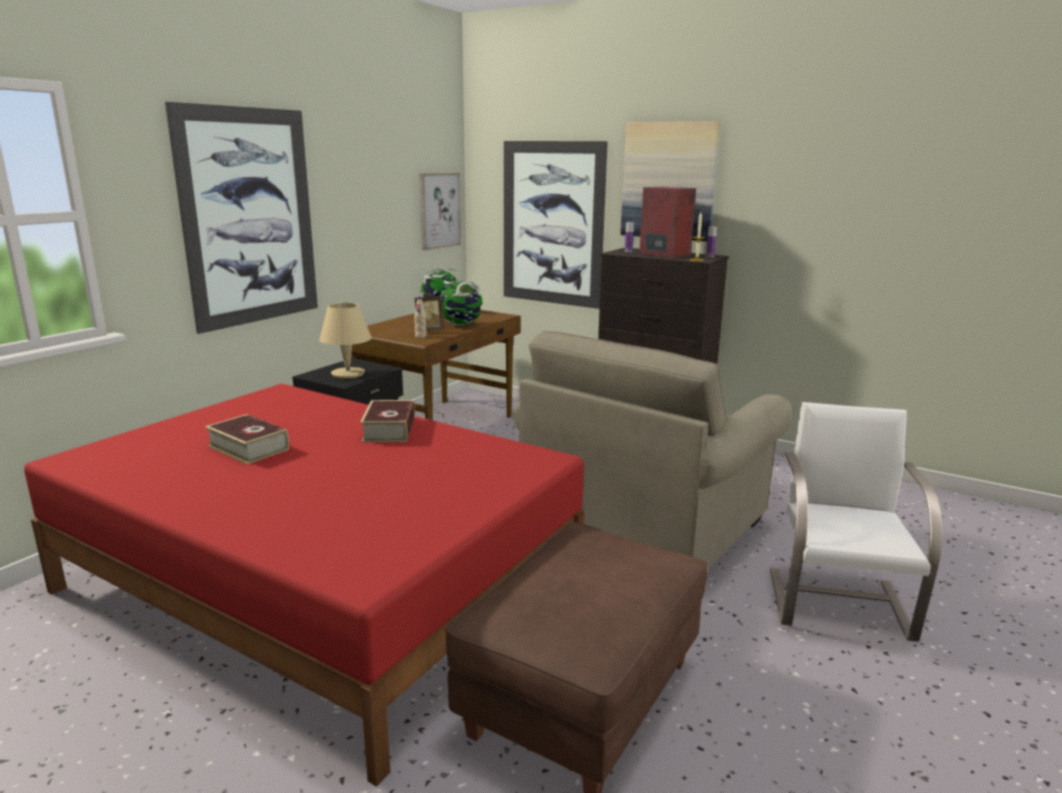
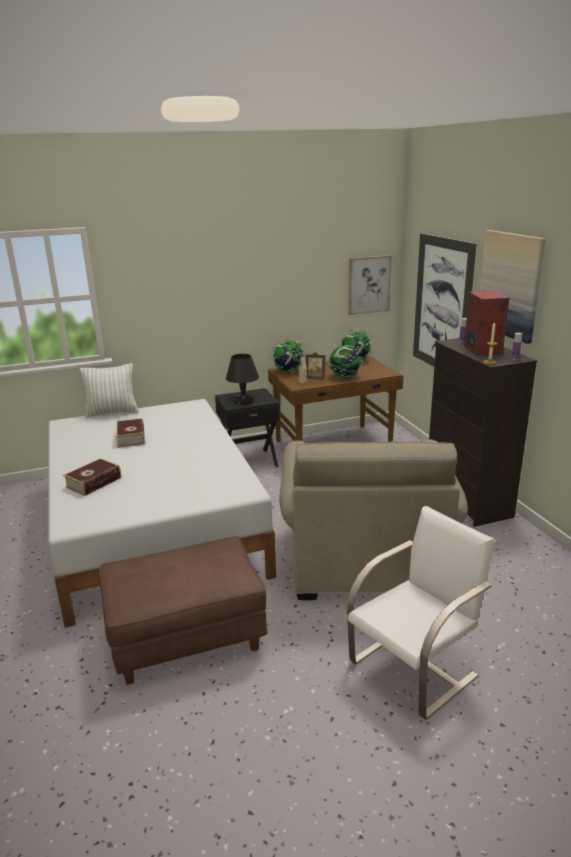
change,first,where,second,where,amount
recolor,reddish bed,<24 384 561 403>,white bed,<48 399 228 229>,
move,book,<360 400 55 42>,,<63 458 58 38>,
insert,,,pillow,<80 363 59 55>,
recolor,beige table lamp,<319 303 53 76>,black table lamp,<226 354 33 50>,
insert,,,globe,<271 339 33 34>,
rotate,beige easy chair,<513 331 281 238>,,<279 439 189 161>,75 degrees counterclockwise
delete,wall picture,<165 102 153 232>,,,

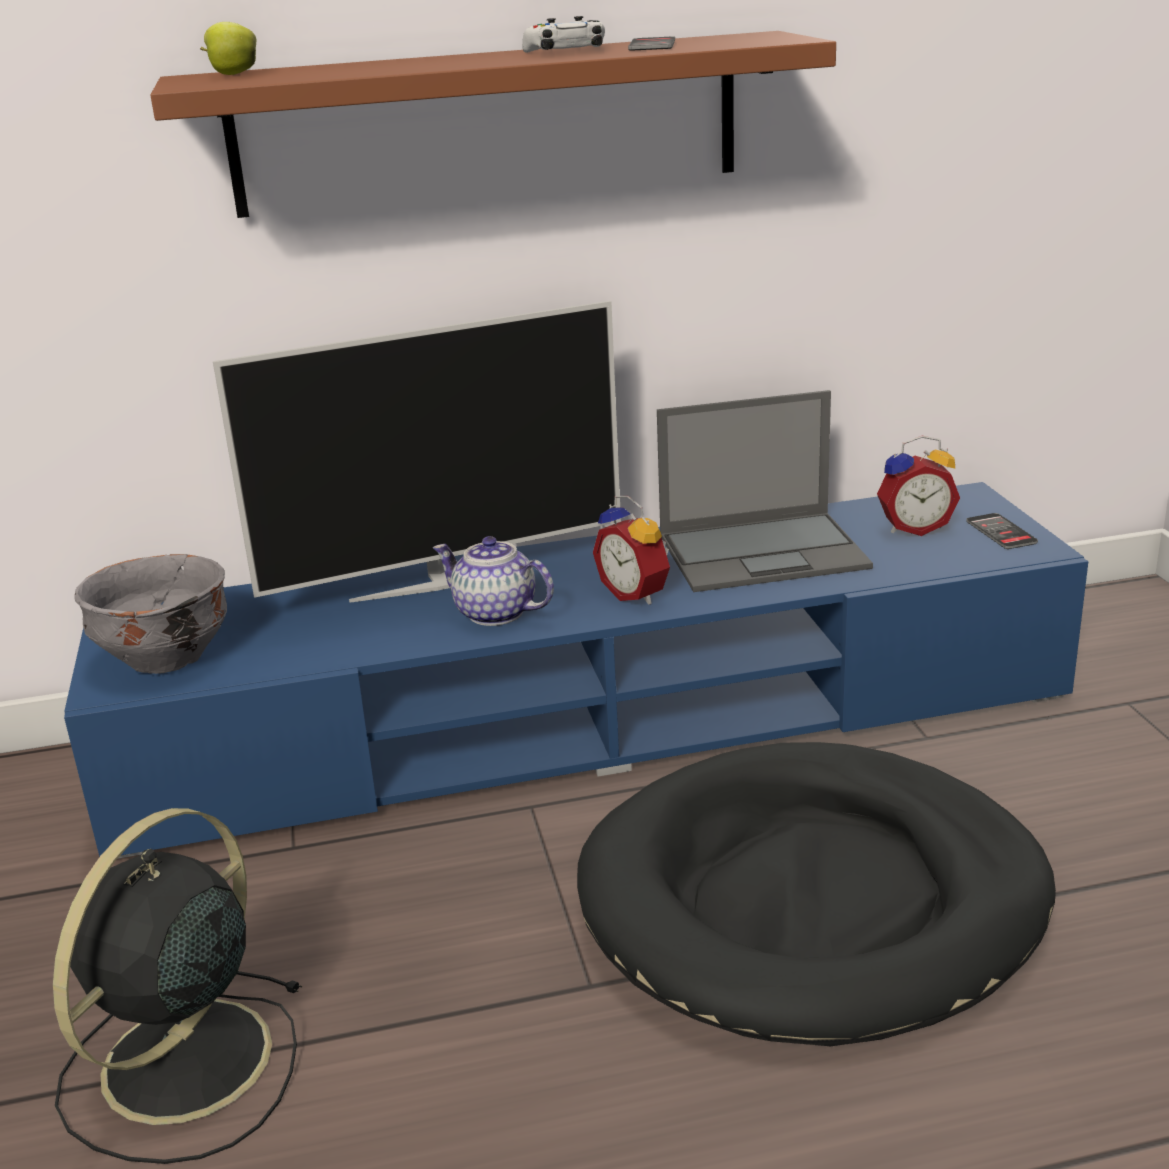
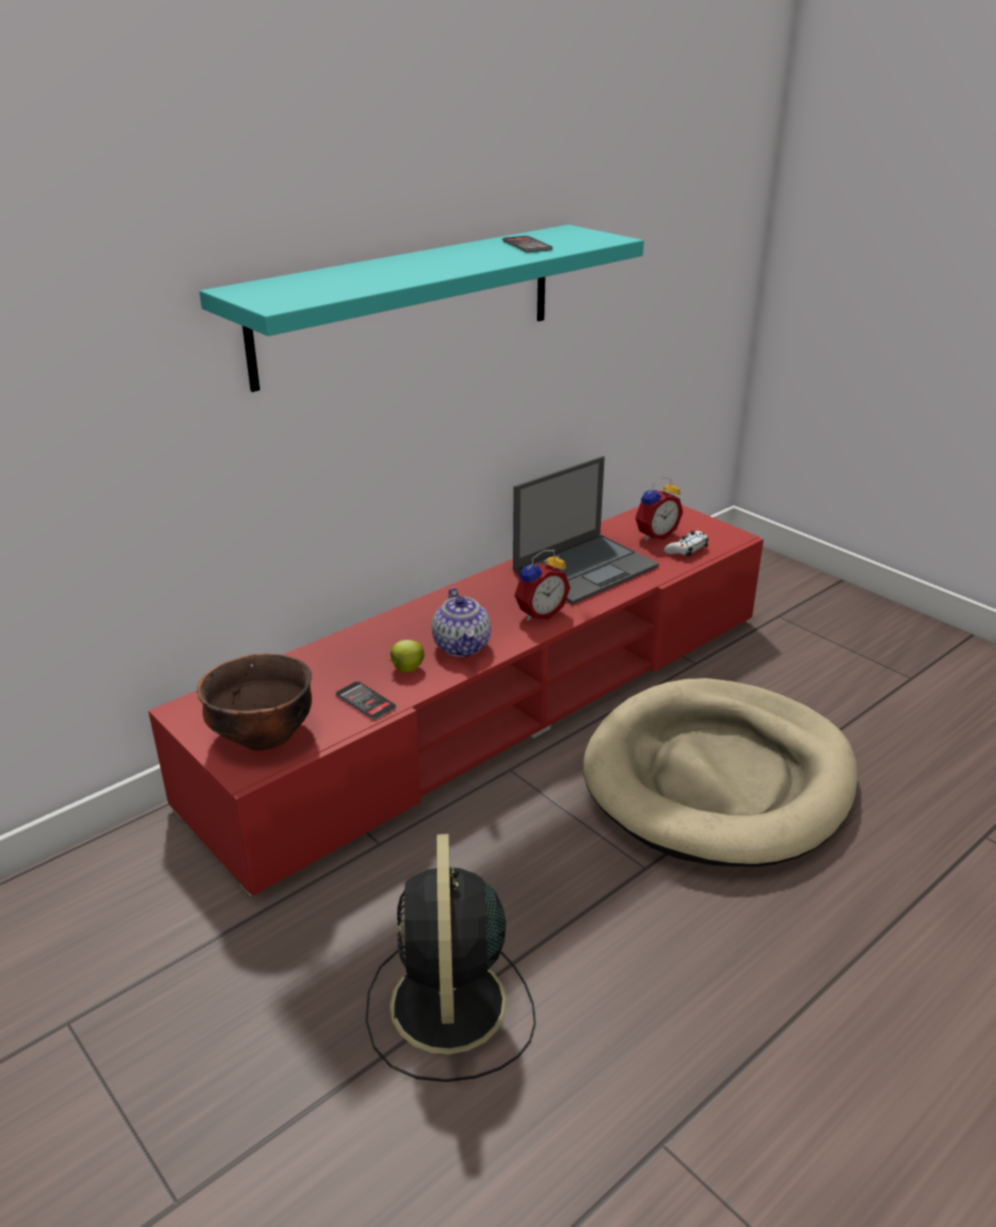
change,first,where,second,where,amount
recolor,blue tv stand,<64 482 1024 376>,reddish tv stand,<148 505 616 391>,
recolor,gray deep dish,<74 554 153 120>,brown deep dish,<197 654 115 97>,
recolor,brown bracket shelf,<150 31 686 187>,turquoise-coloured bracket shelf,<199 225 445 167>,
move,handset,<966 513 72 36>,,<336 681 60 39>,
move,whole apple,<200 22 56 53>,,<389 640 35 32>,
rotate,tea pot,<433 536 121 90>,,<432 588 59 69>,105 degrees counterclockwise
rotate,table clock,<593 496 77 109>,,<514 550 56 71>,60 degrees counterclockwise
recolor,black pet bed,<577 742 479 304>,beige pet bed,<583 678 275 189>,
move,white gamepad,<522 16 83 37>,,<664 531 45 26>,
delete,TV,<213 301 408 302>,,,

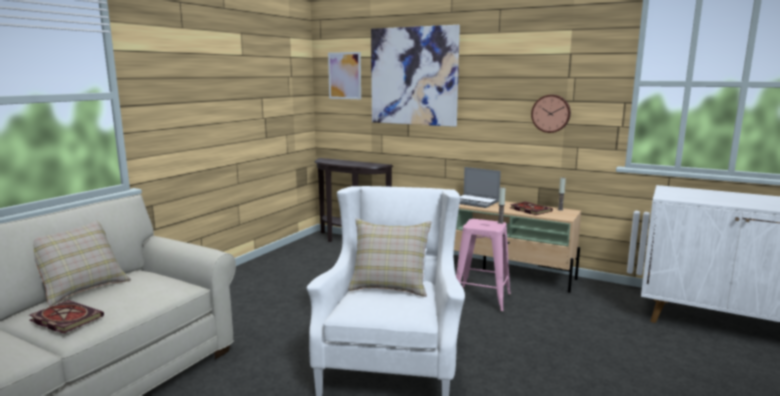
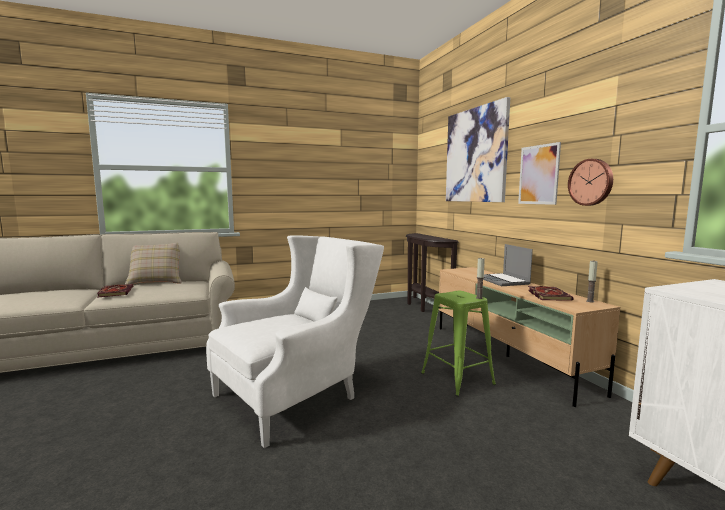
change,first,where,second,where,amount
recolor,pinkish sitting stool,<456 219 55 93>,green-coloured sitting stool,<421 291 75 106>,
move,wall picture,<328 52 33 47>,,<518 142 43 63>,
delete,beige pillow,<348 219 83 78>,,,

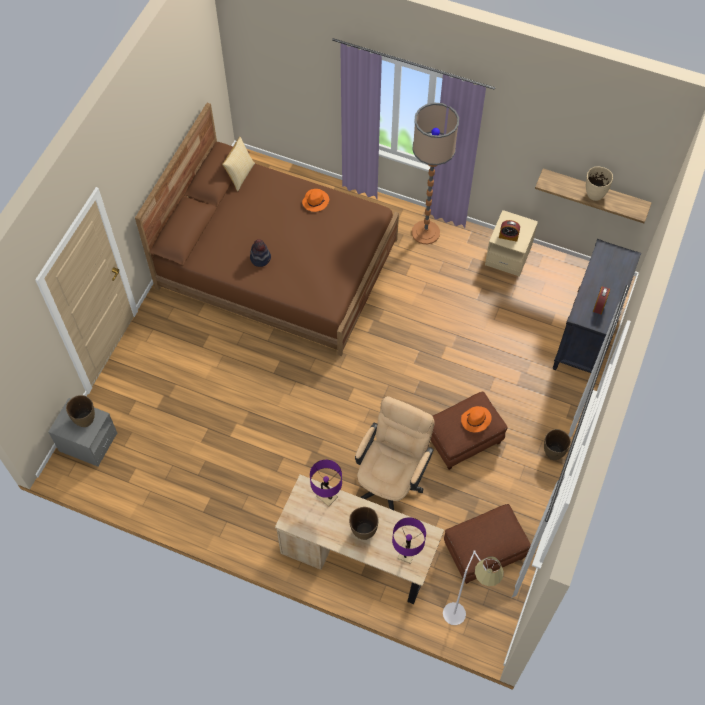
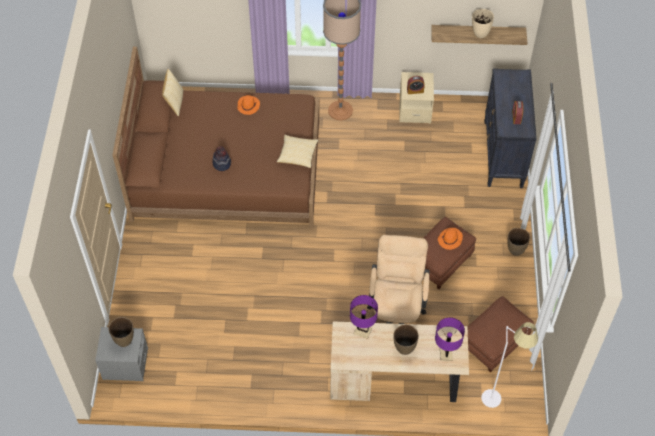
change,first,where,second,where,amount
insert,,,pillow,<277 135 41 33>,

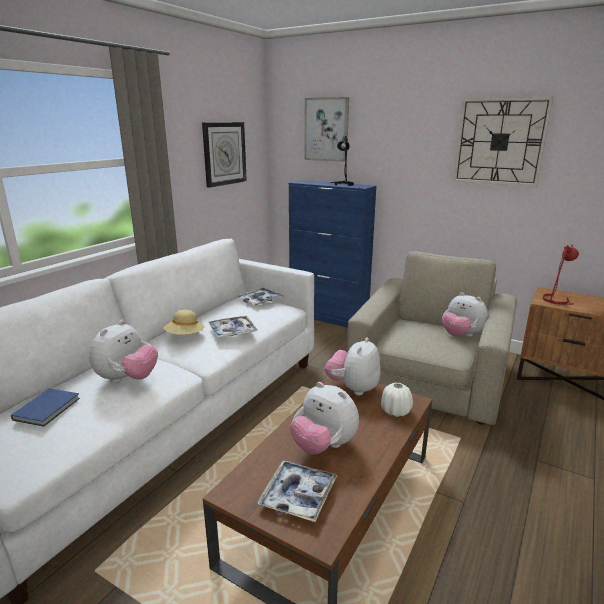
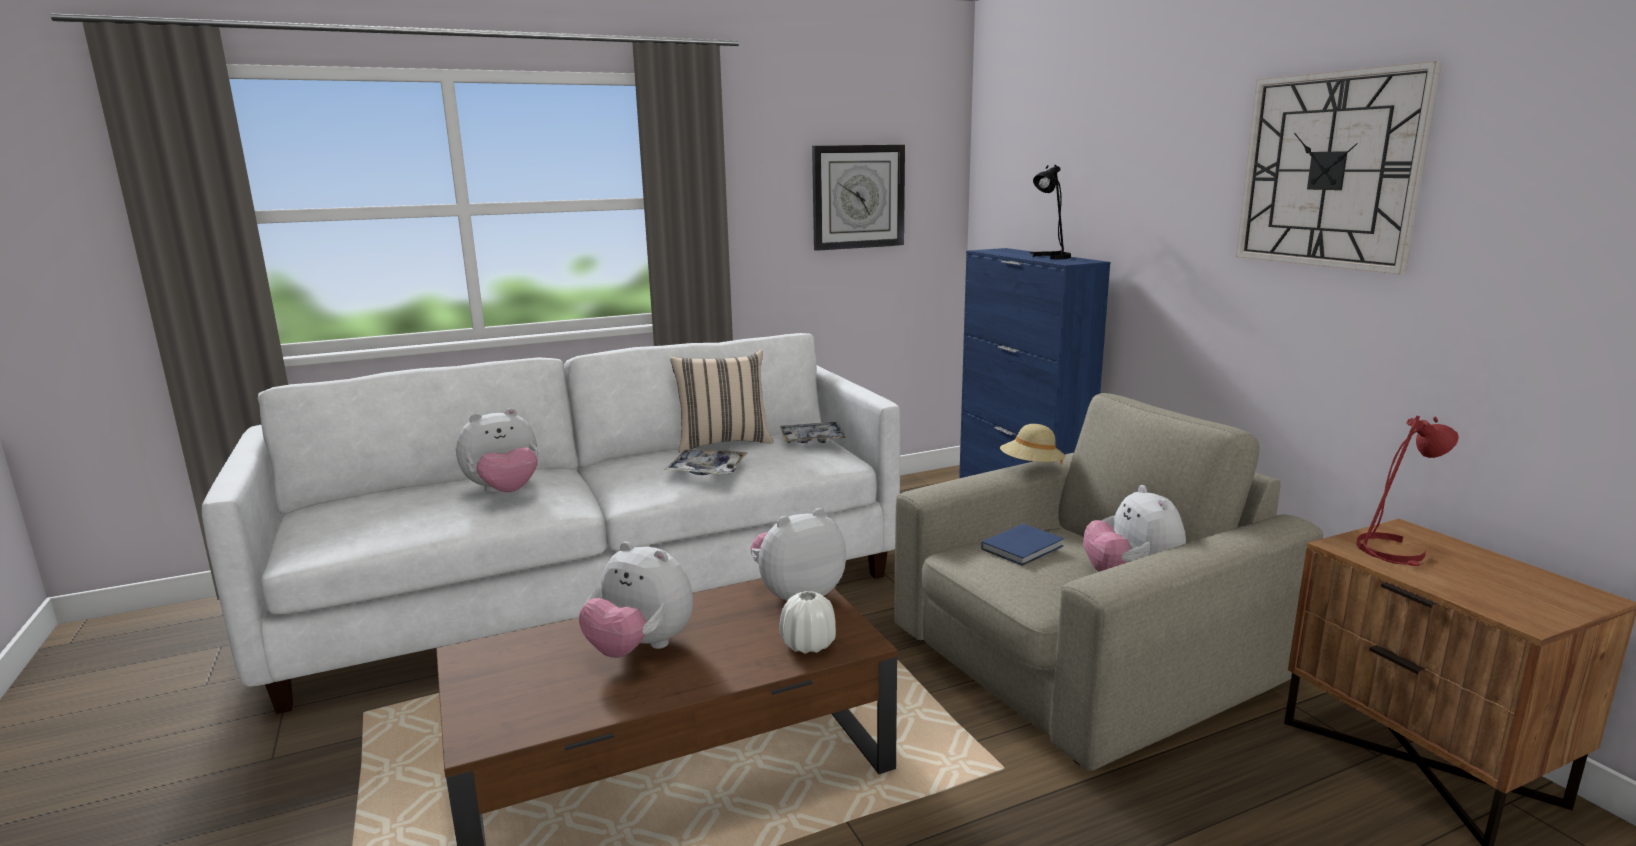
change,first,where,second,where,amount
rotate,plush toy,<290 382 69 73>,,<579 541 114 117>,45 degrees counterclockwise
insert,,,beige pillow,<670 350 103 103>,
move,blue book,<11 388 69 39>,,<981 524 83 42>,
move,beige wearable hat,<163 309 41 26>,,<1000 424 65 41>,
delete,serving tray,<257 460 80 62>,,,
delete,wall picture,<304 97 45 65>,,,

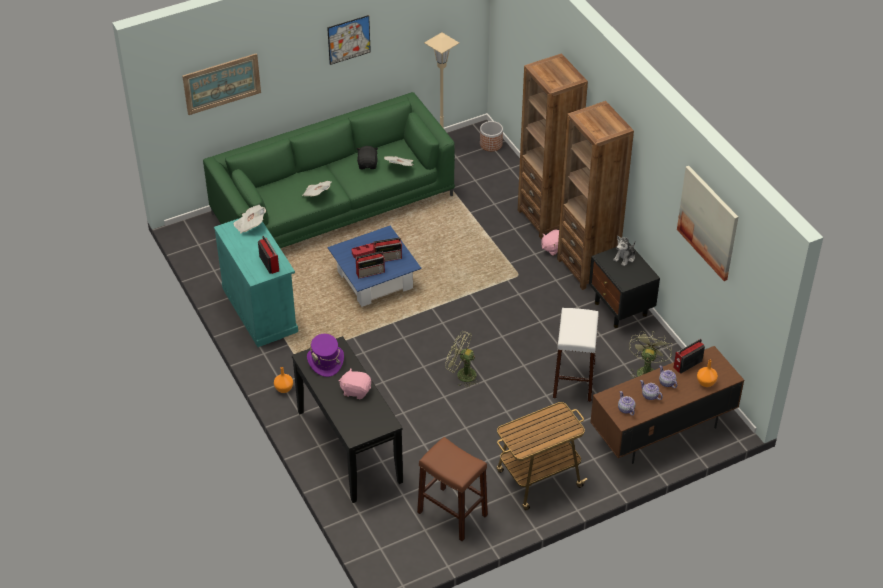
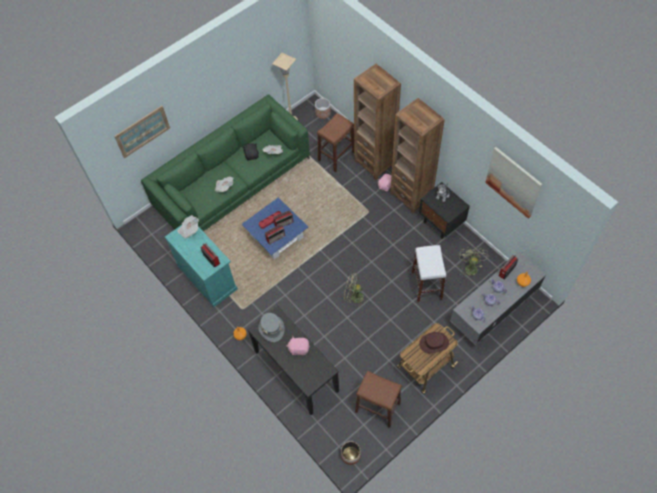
change,first,where,second,where,amount
recolor,purple-coloured wearable hat,<307 334 37 43>,gray wearable hat,<258 313 27 29>,
insert,,,brown sitting stool,<317 113 37 59>,
insert,,,planter,<341 441 20 24>,
insert,,,brown wearable hat,<419 332 30 21>,
recolor,brown tv stand,<590 346 154 118>,gray tv stand,<450 252 96 93>,
delete,wall picture,<327 15 44 50>,,,

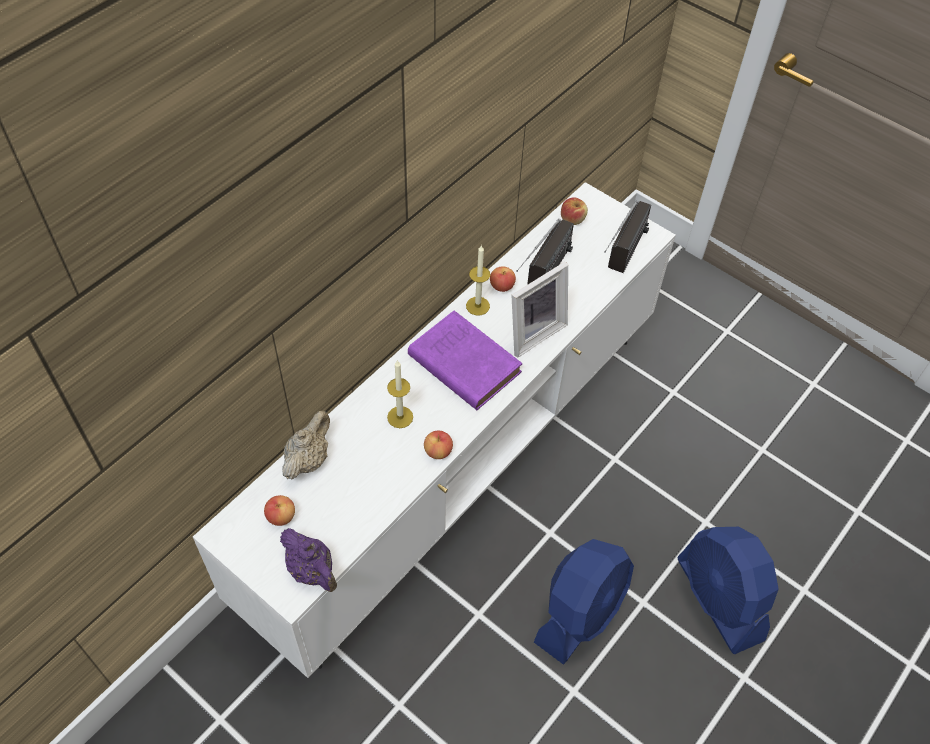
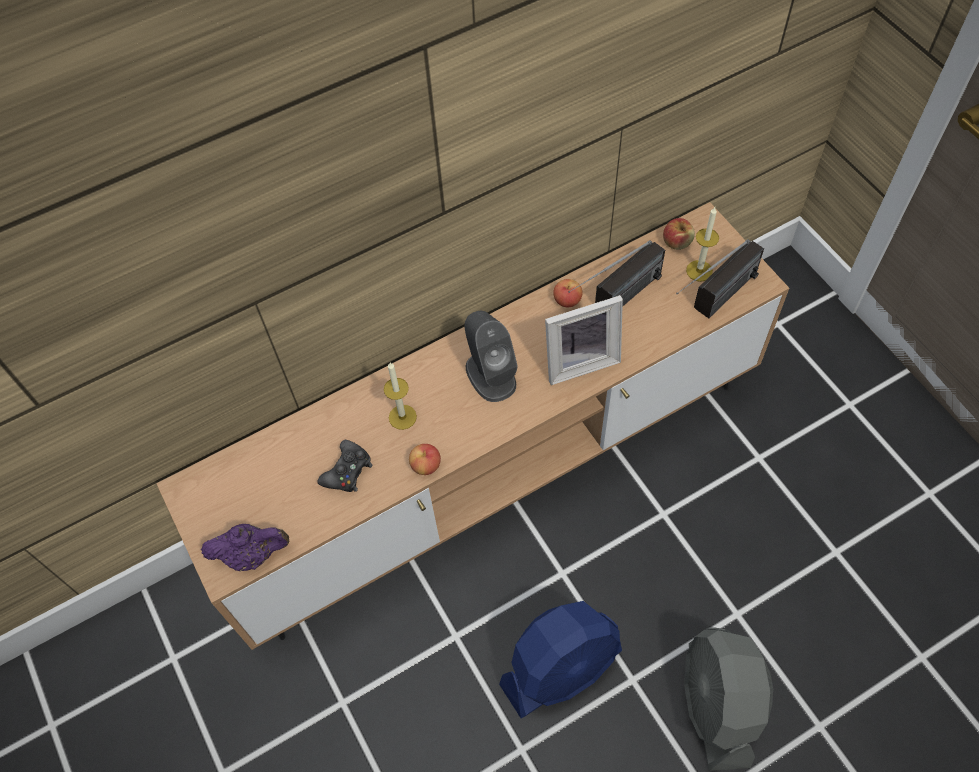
change,first,where,second,where,amount
recolor,white tv stand,<193 182 483 496>,brown tv stand,<156 202 633 448>,
rotate,purple-coloured tea pot,<280 528 57 64>,,<201 524 88 47>,75 degrees counterclockwise
insert,,,black gamepad,<317 440 55 52>,
replace,purple-coloured book,<408 310 115 100>,gray audio speaker,<465 311 53 91>,
recolor,blue cooling fan,<677 527 102 128>,gray cooling fan,<684 627 89 144>,
move,wax light,<466 245 24 71>,,<686 207 33 75>,
delete,whole apple,<264 495 31 31>,,,
delete,beige tea pot,<282 411 48 69>,,,

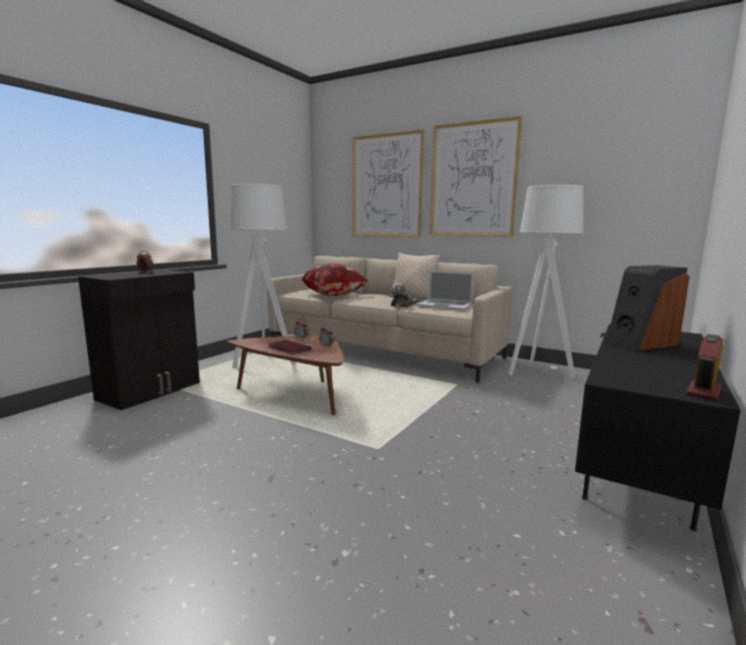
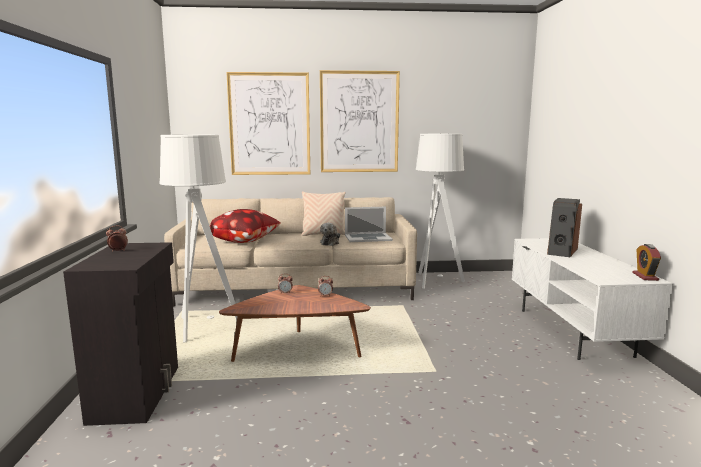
change,first,where,second,where,amount
recolor,black tv stand,<575 324 166 207>,white tv stand,<512 238 162 122>,
delete,reddish book,<268 340 43 15>,,,

